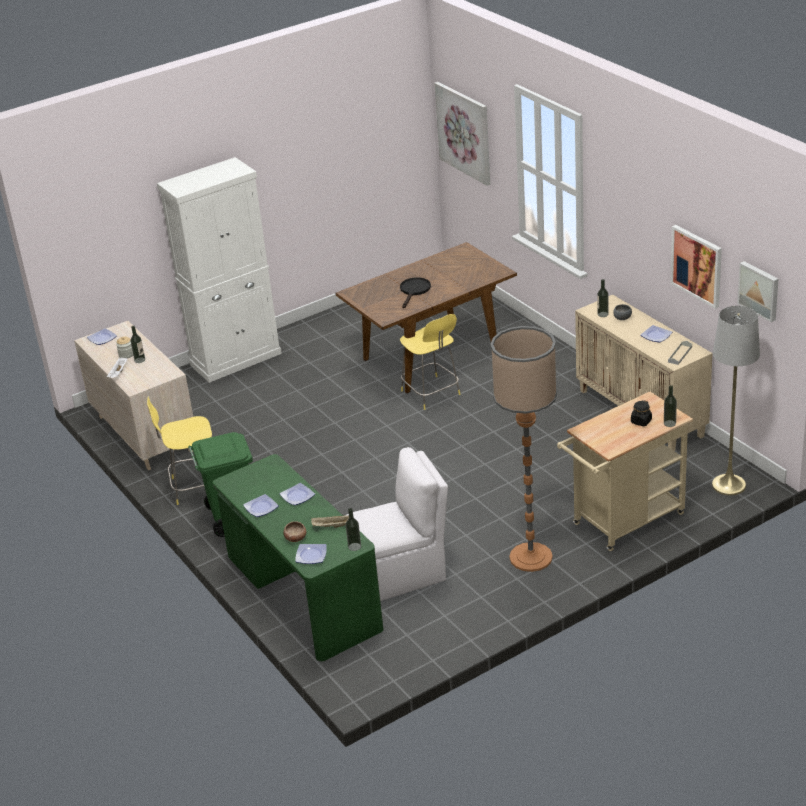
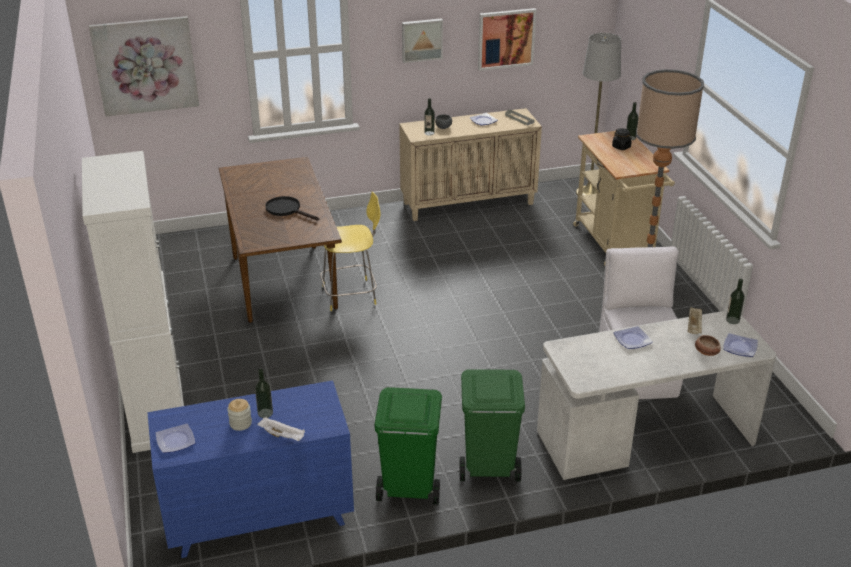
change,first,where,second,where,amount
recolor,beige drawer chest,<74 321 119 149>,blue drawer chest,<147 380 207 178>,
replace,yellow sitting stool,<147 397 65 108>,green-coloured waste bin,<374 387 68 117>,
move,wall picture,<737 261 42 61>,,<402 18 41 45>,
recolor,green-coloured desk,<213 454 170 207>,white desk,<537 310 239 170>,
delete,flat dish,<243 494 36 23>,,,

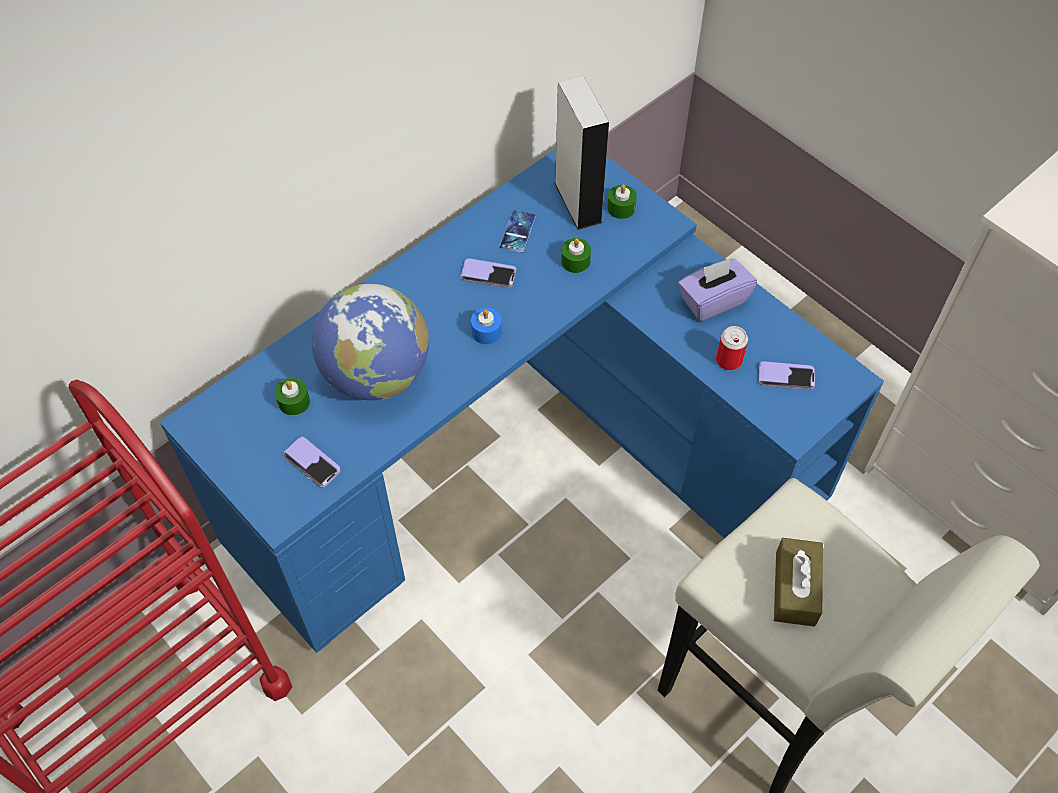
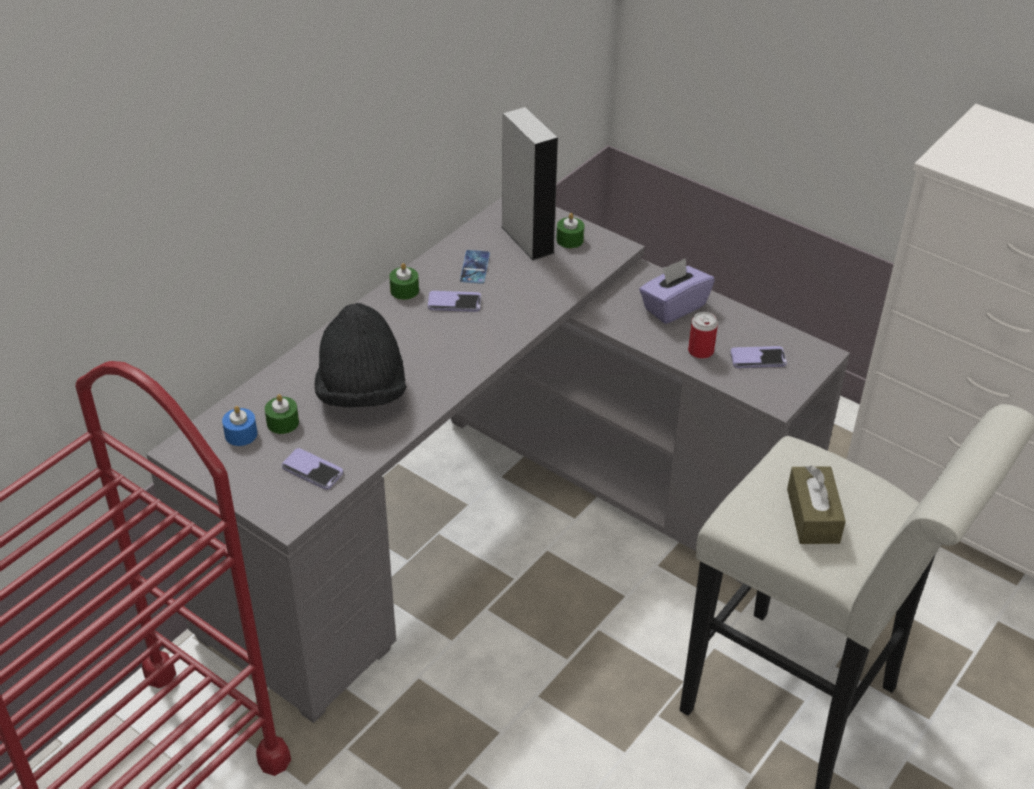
change,first,where,second,where,amount
recolor,blue desk,<160 149 724 504>,gray desk,<146 197 704 526>,
move,blue wax light,<471 308 31 36>,,<222 406 35 40>,
replace,globe,<311 284 118 116>,black wearable hat,<314 303 92 105>,
move,green-coloured wax light,<561 238 30 35>,,<389 263 30 37>,

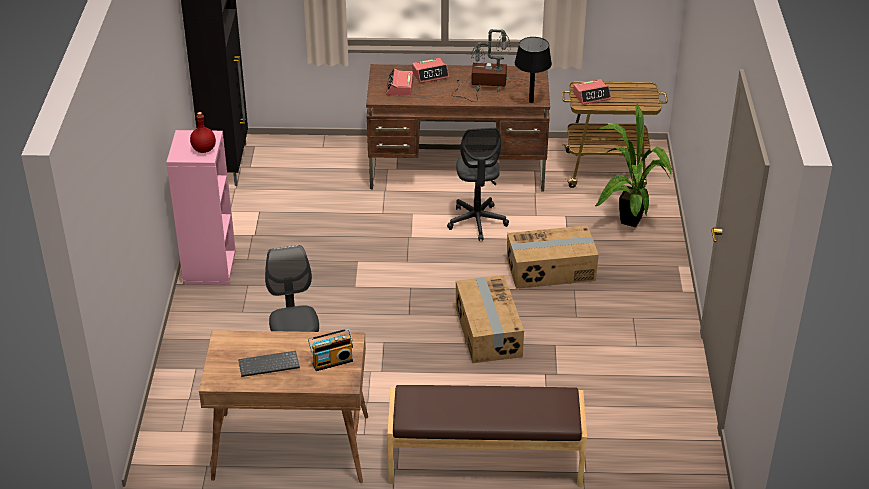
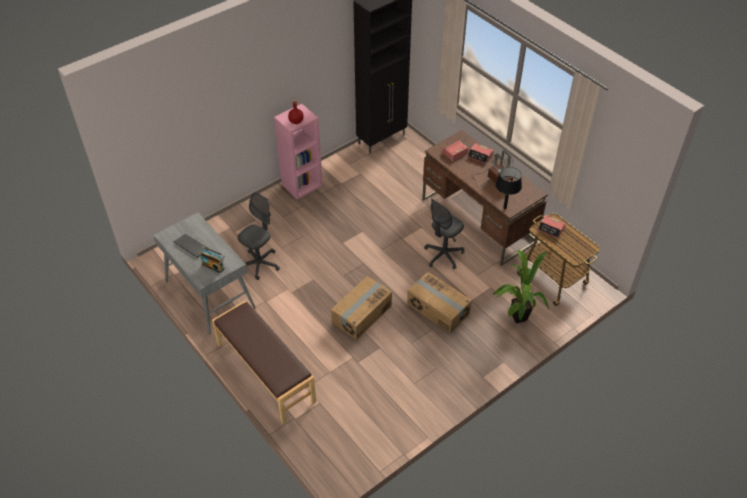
change,first,where,second,where,amount
recolor,brown desk,<199 330 169 153>,gray desk,<154 212 102 123>,

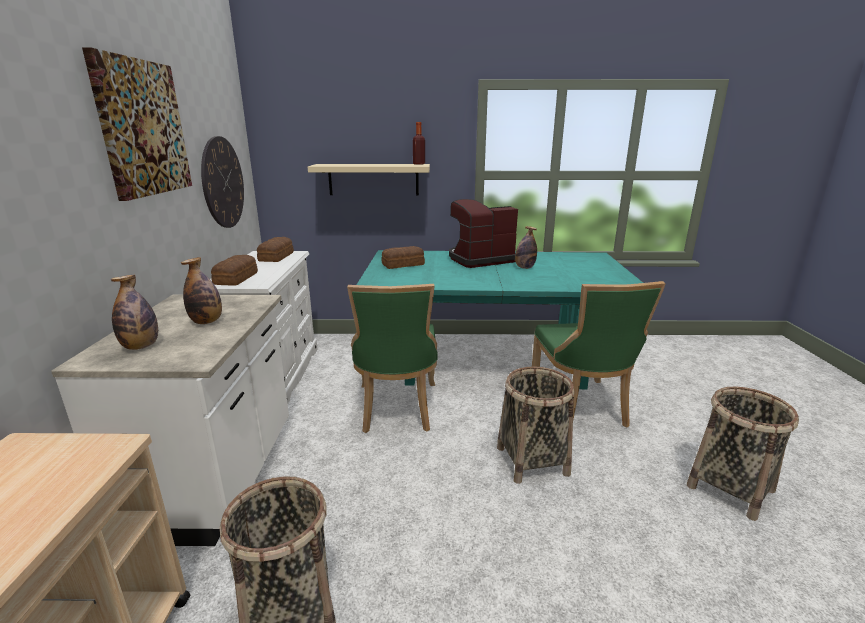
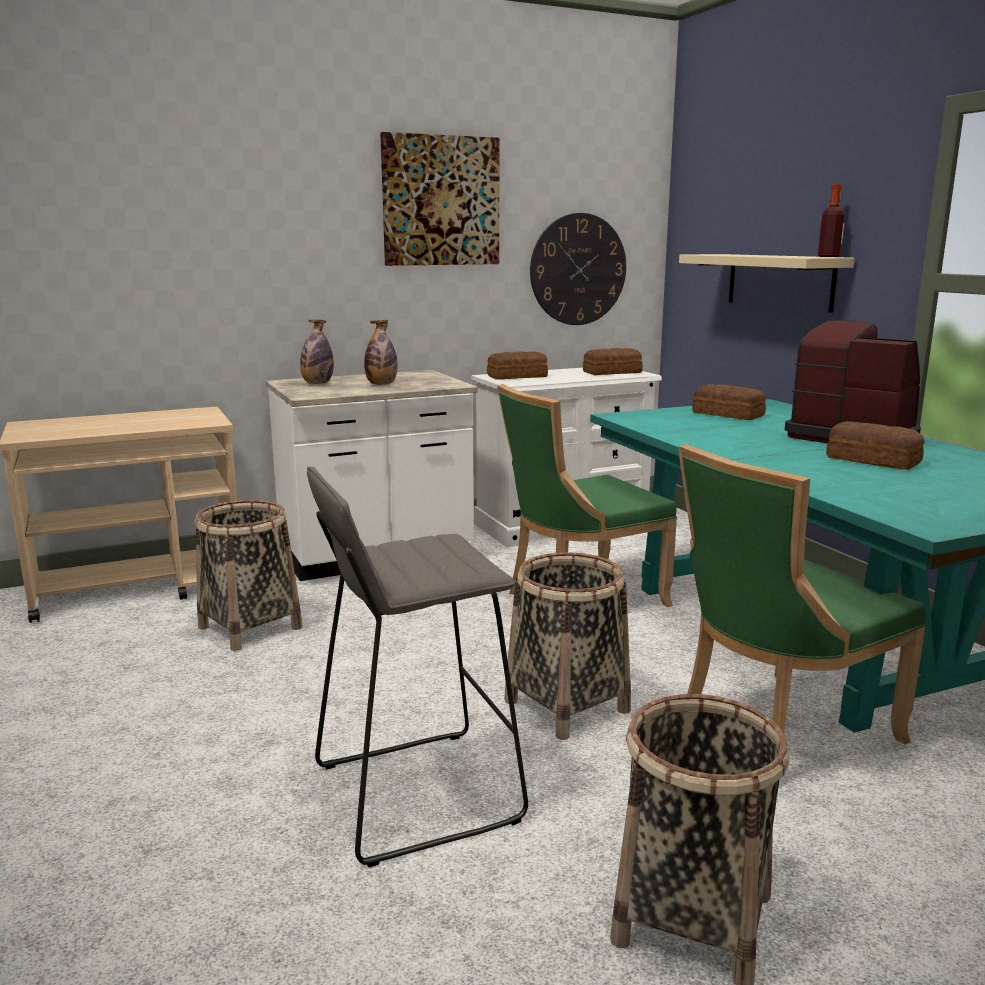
change,first,where,second,where,amount
insert,,,gray sitting stool,<307 466 221 402>,
replace,bottle,<515 226 22 43>,bakery bread,<826 421 99 49>,

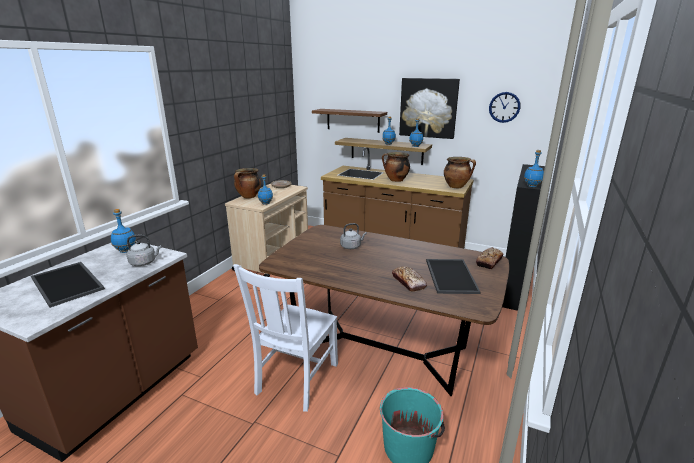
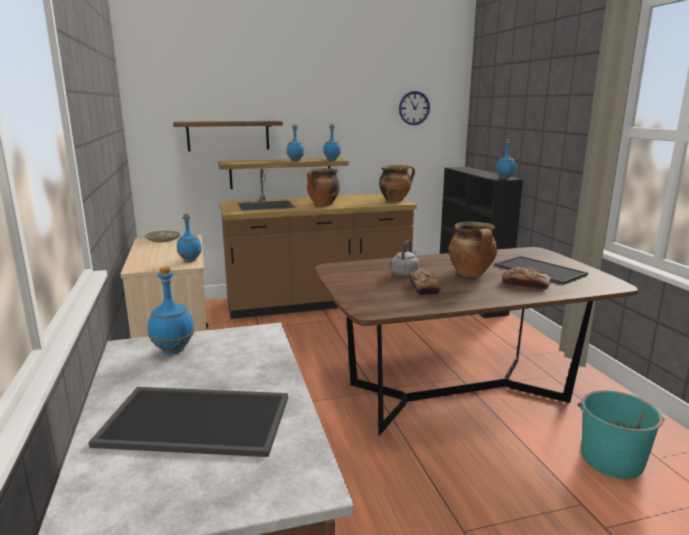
change,first,where,second,where,amount
move,bakery bread,<476 247 28 23>,,<409 268 32 28>,
move,cooking pot,<234 168 27 31>,,<448 222 49 55>,
delete,gray tea kettle,<127 234 34 32>,,,
delete,white plain chair,<233 264 105 148>,,,
delete,wall picture,<399 78 61 61>,,,

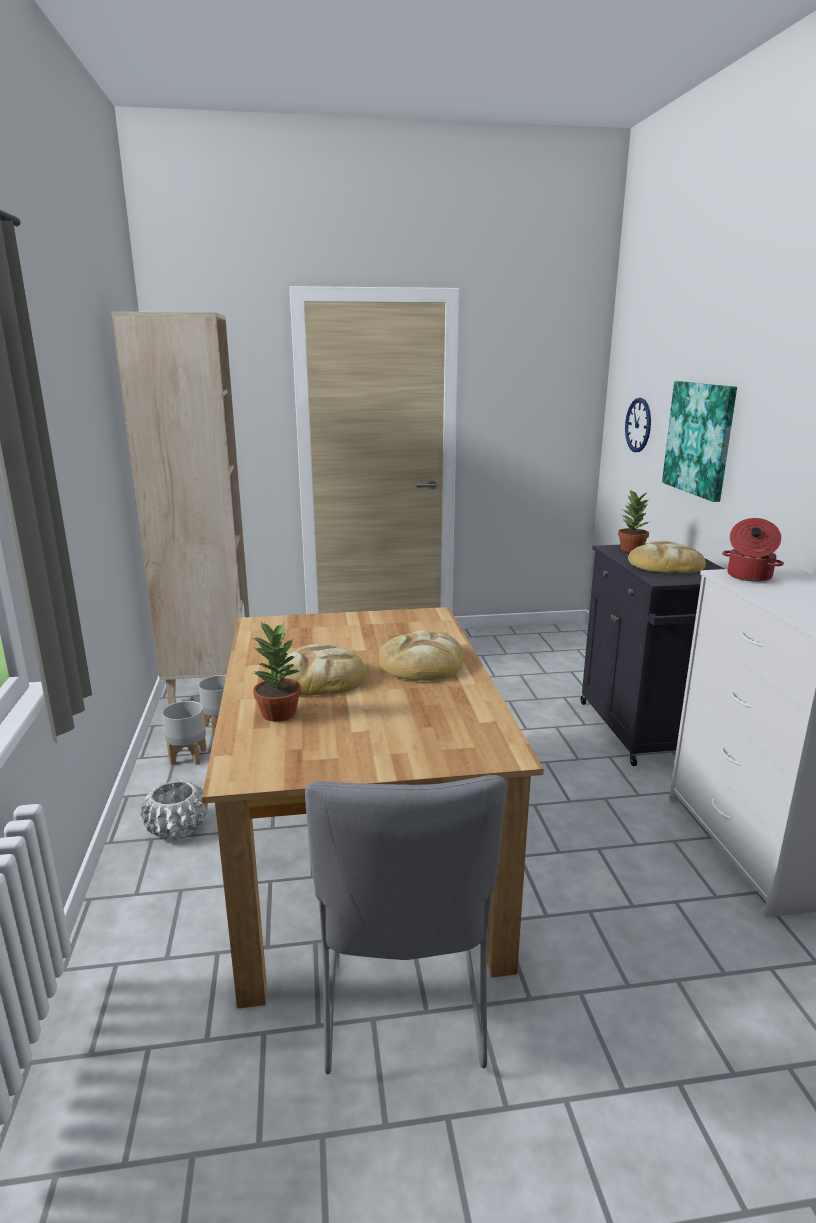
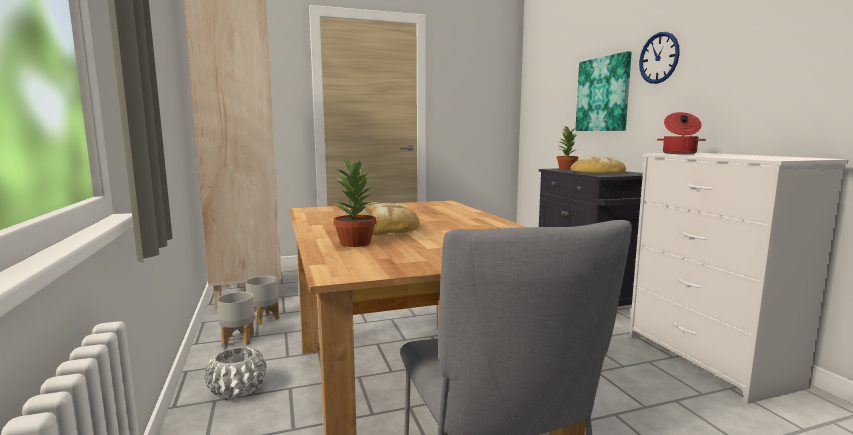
change,first,where,second,where,amount
move,clock on the wall,<625 398 26 54>,,<639 32 41 52>,
delete,bakery bread,<379 631 85 50>,,,

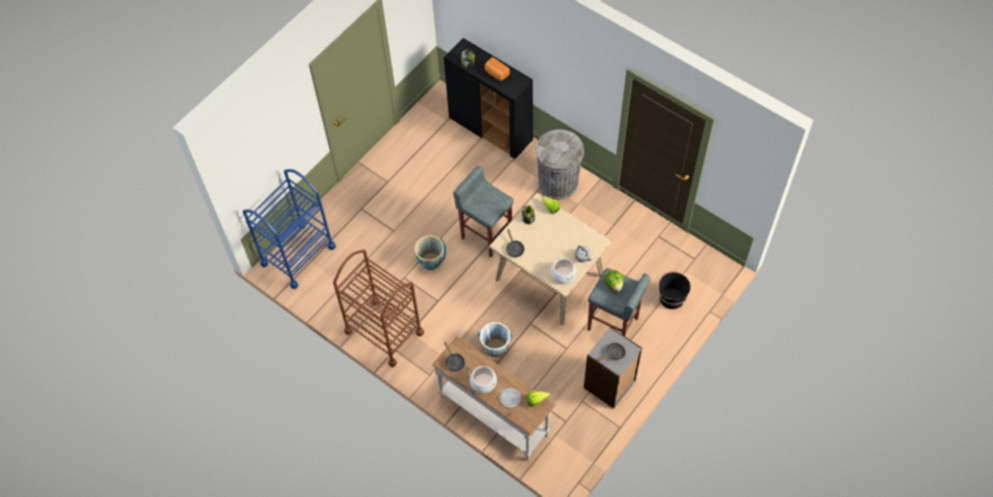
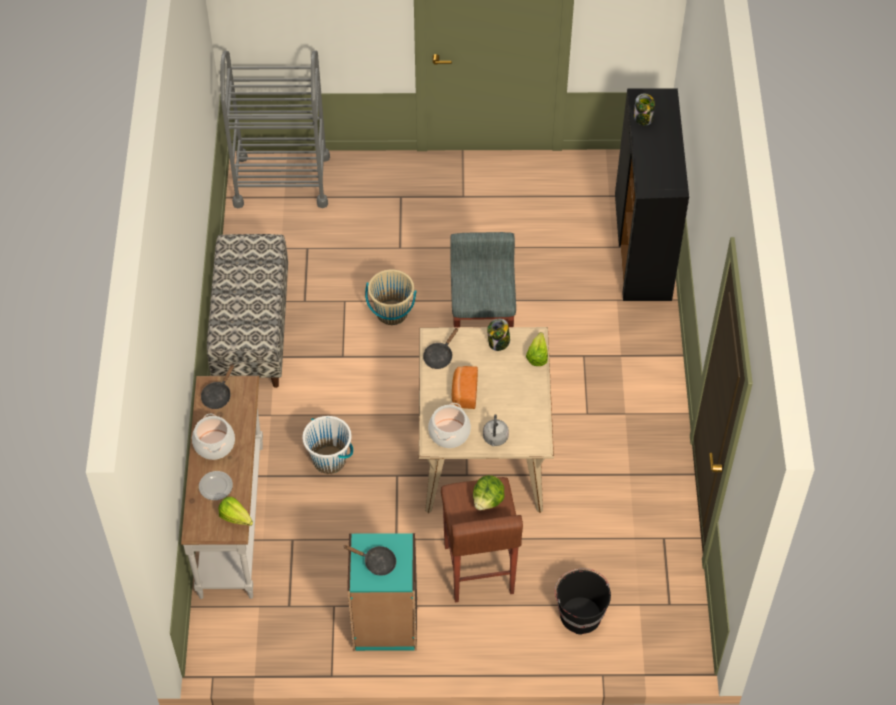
change,first,where,second,where,amount
replace,brown trolley,<333 249 91 118>,long seat,<207 234 81 154>,
recolor,blue trolley,<243 169 93 120>,gray trolley,<220 50 110 158>,
recolor,gray bookshelf,<584 327 58 82>,turquoise-coloured bookshelf,<347 533 70 118>,
recolor,gray sitting stool,<587 268 63 68>,brown sitting stool,<441 477 82 125>,
move,bakery bread,<485 57 25 24>,,<452 366 26 43>,
delete,gray waste bin,<536 129 48 71>,,,

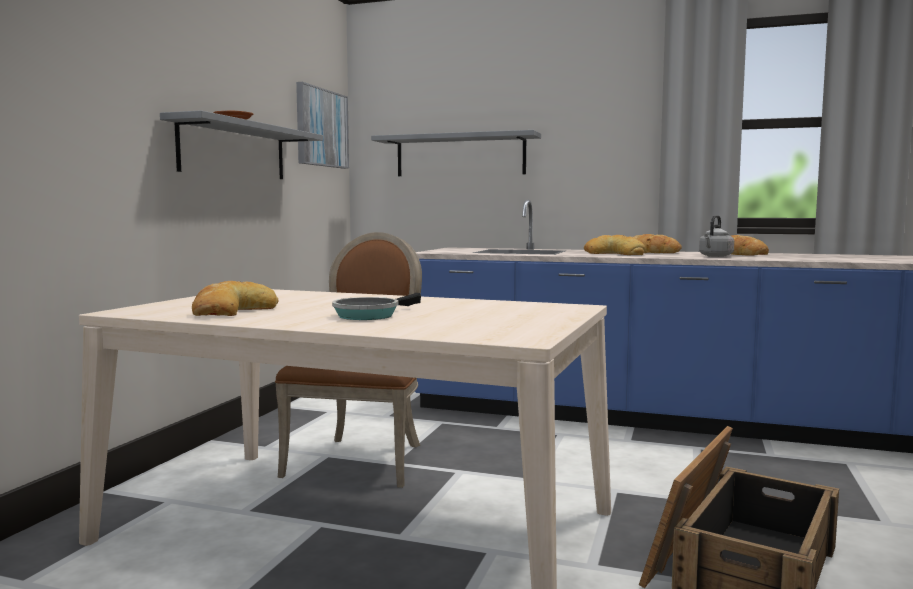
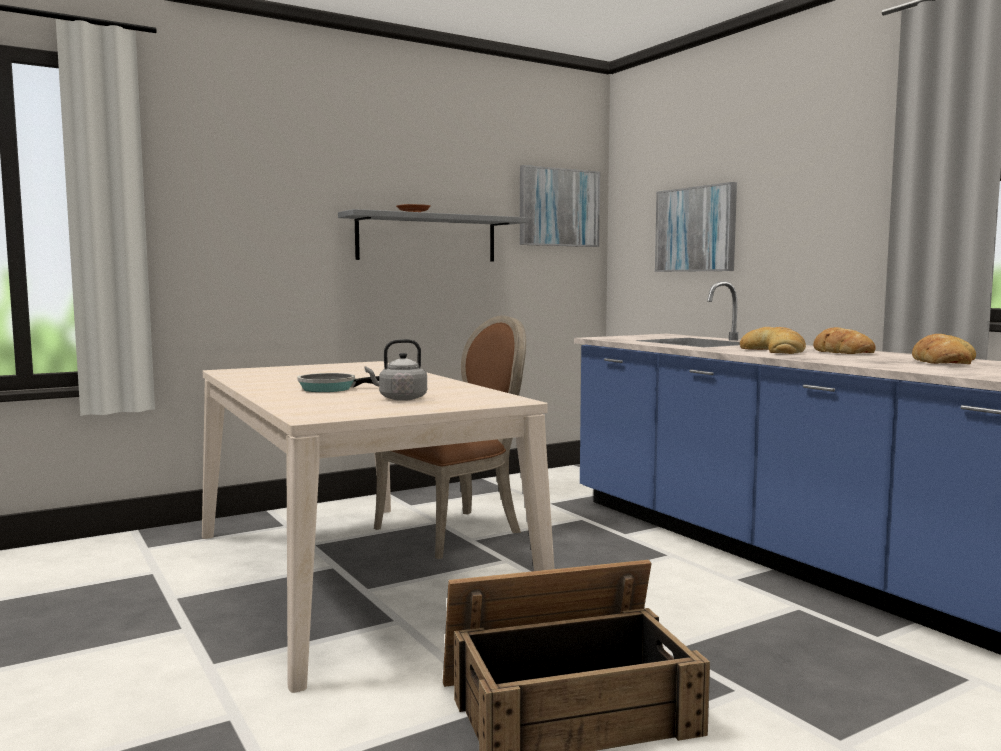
change,first,where,second,where,amount
move,gray tea kettle,<699 215 35 42>,,<365 339 62 62>,
replace,gray bracket shelf,<371 130 170 46>,wall picture,<655 182 82 90>,
delete,bakery bread,<192 281 86 35>,,,

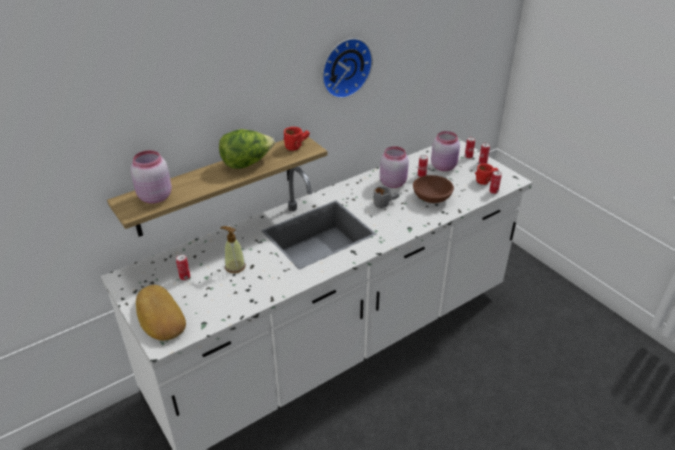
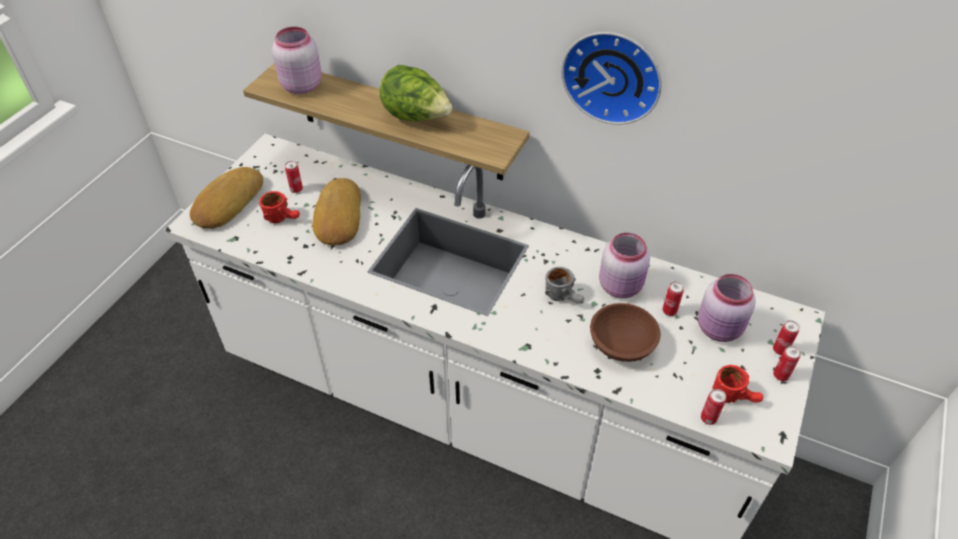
change,first,where,second,where,amount
move,reddish mug,<284 127 26 24>,,<259 191 41 32>,
replace,soap dispenser,<221 226 24 47>,bakery bread,<312 178 49 68>,

